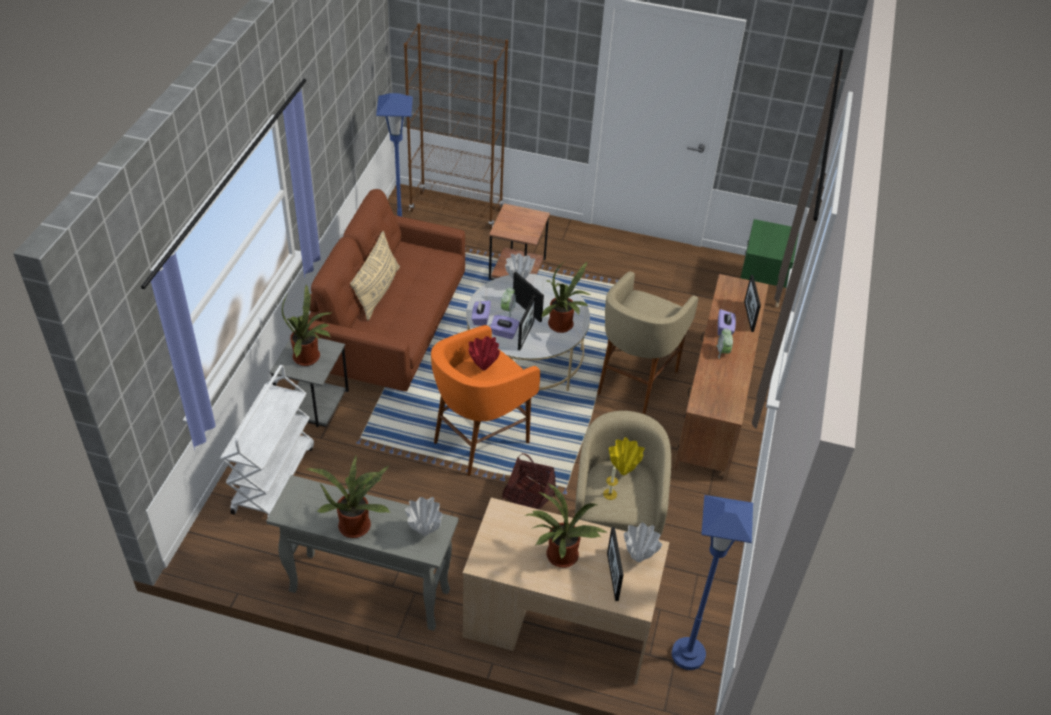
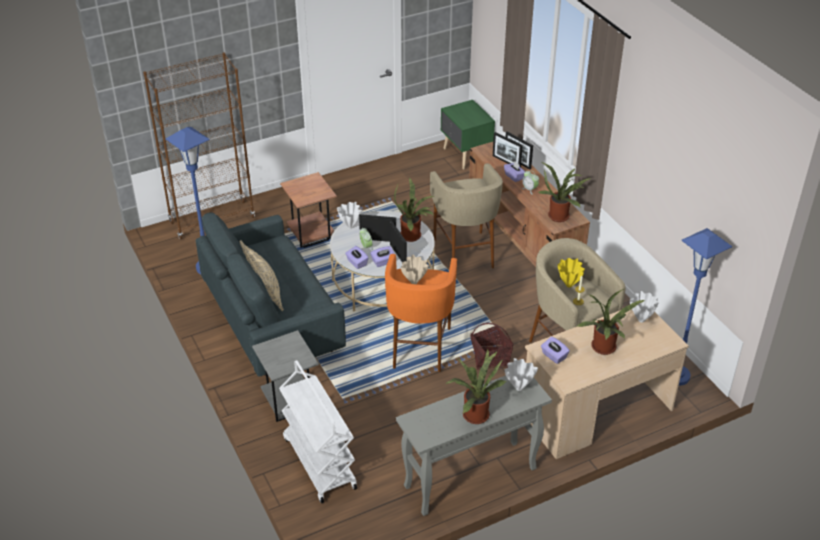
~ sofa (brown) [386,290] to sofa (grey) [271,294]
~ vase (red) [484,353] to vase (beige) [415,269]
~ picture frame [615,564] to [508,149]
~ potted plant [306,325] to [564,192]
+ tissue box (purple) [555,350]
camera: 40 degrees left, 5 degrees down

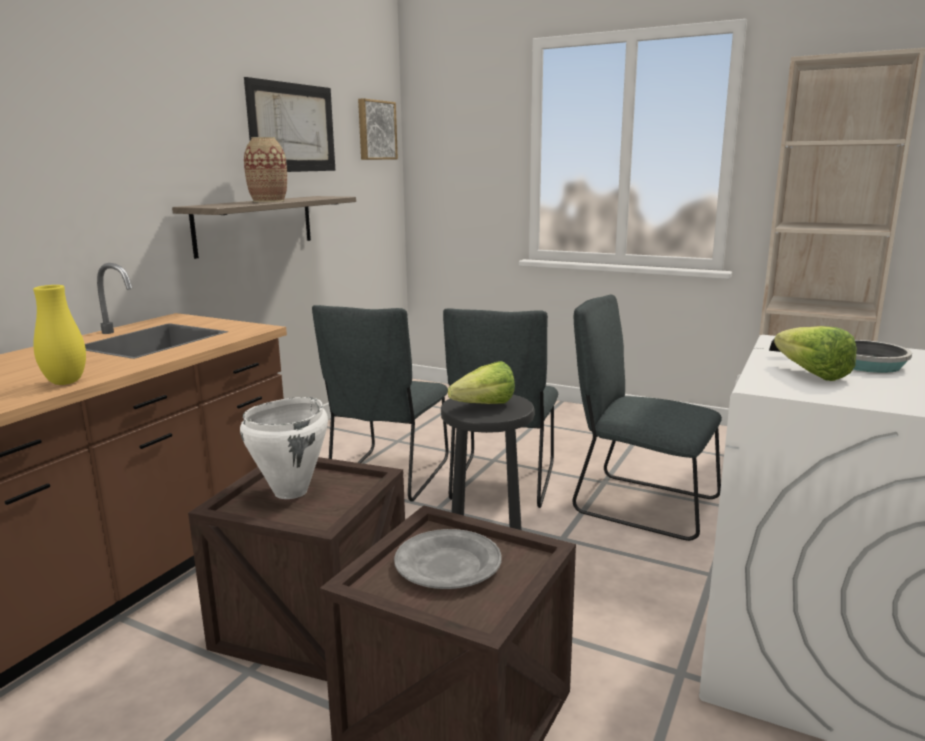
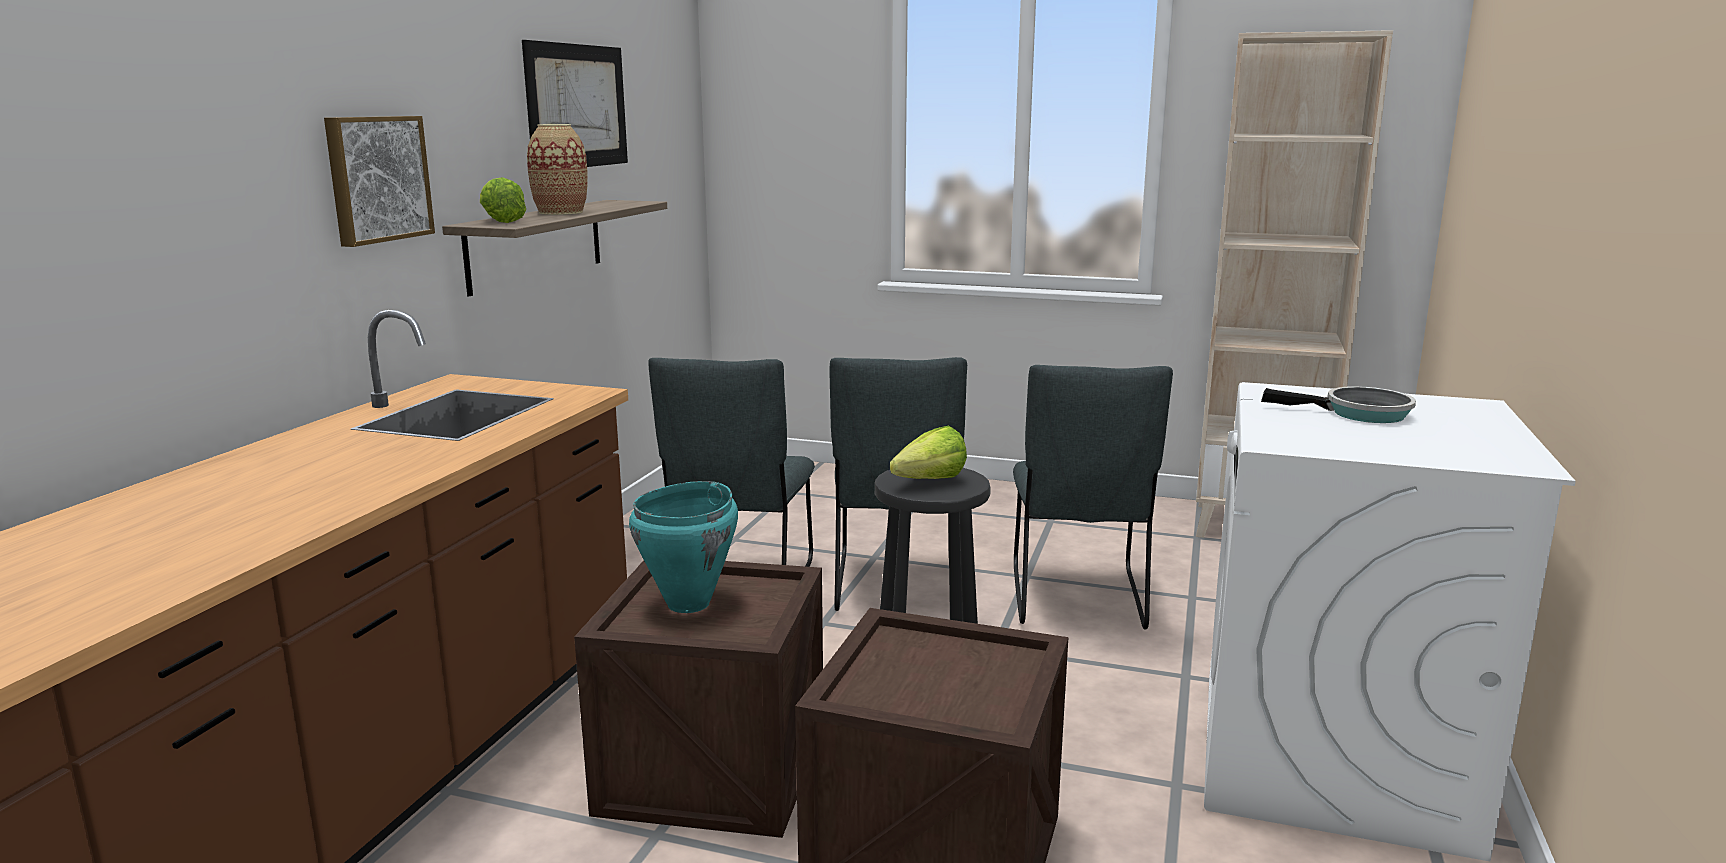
~ picture [378,129] to [379,181]
~ lettuce [815,353] to [503,200]
~ cooking pot (white) [284,448] to cooking pot (turquoise) [683,547]
~ chair (grey) [647,418] = [1093,497] 105 degrees counterclockwise
- vase (yellow) [59,335]
- plate (grey) [448,559]
camera: 10 degrees left, 0 degrees up

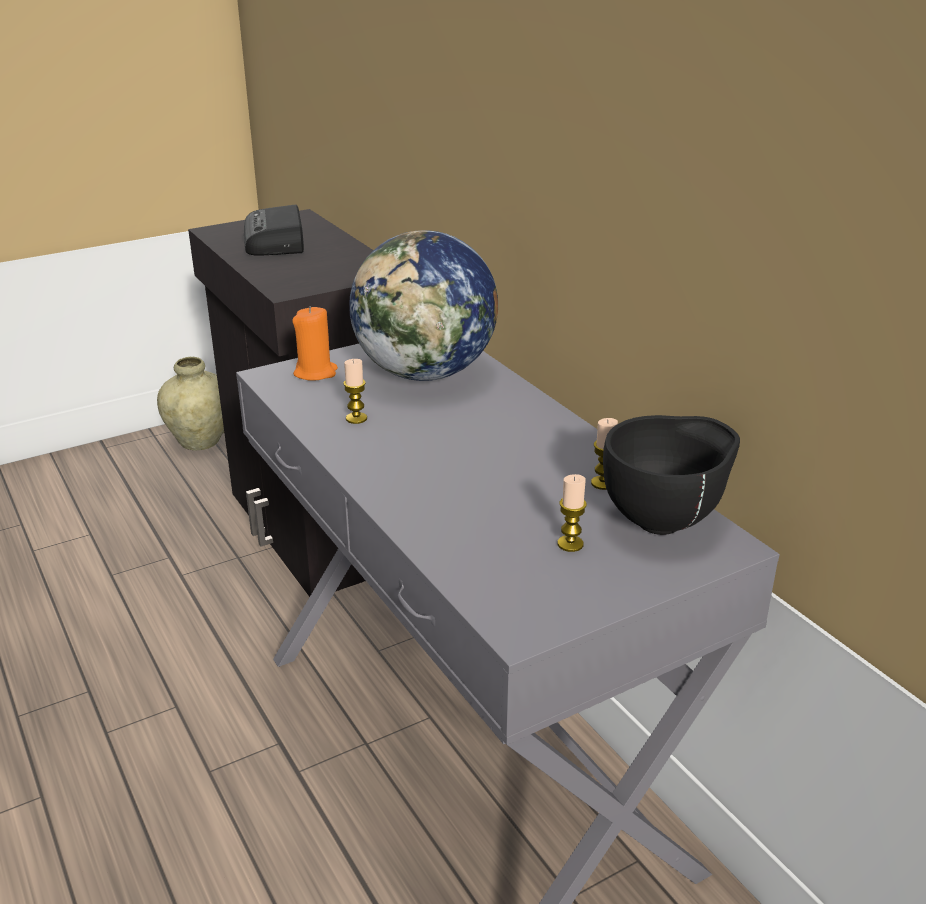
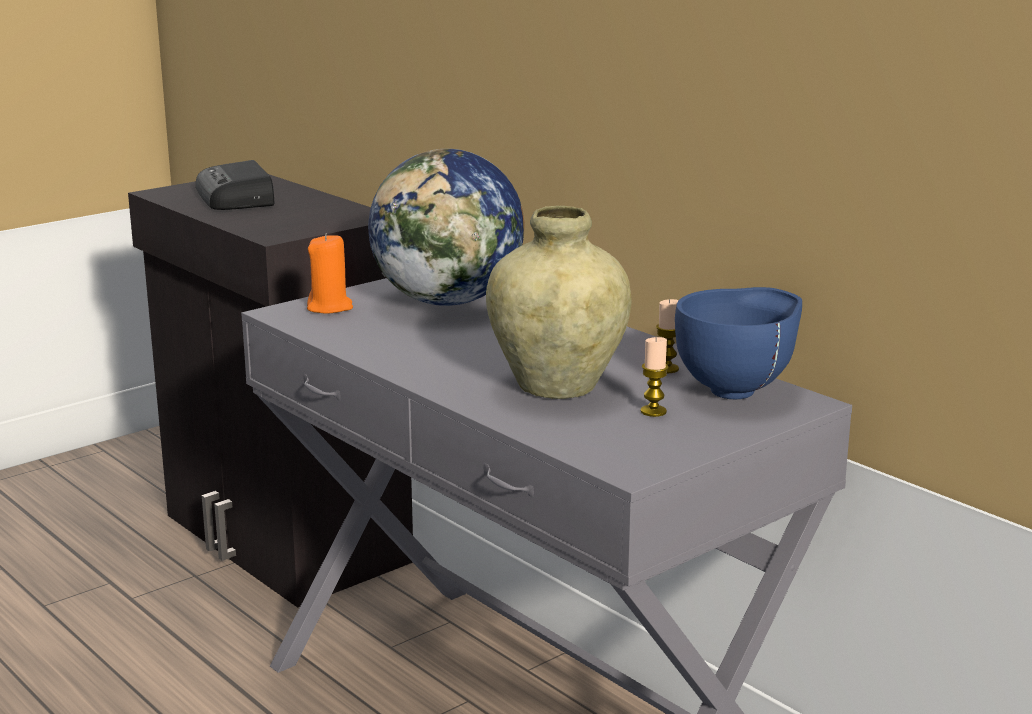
~ vase (beige) [190,404] to [558,302]
~ bowl (black) [671,475] to bowl (blue) [738,343]
- candle [355,391]
camera: 10 degrees left, 10 degrees down

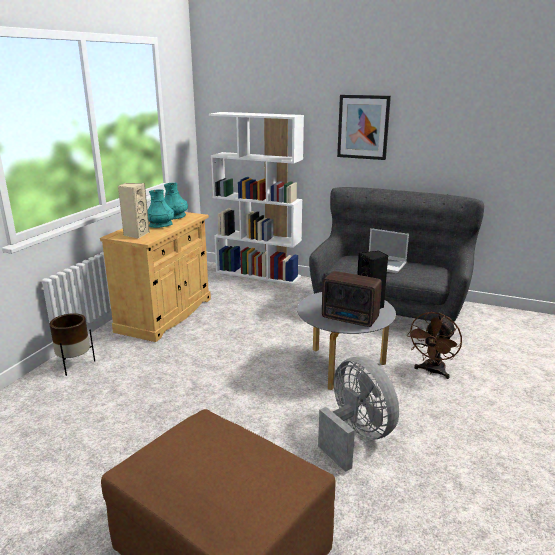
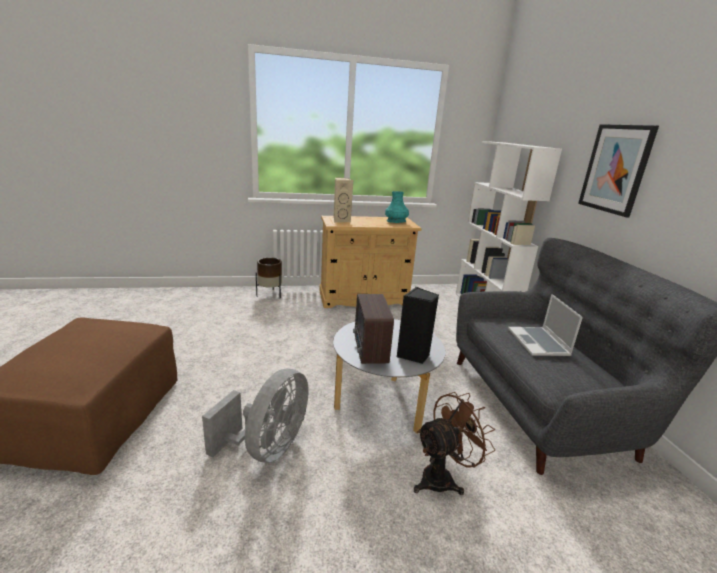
~ fan (brown) [434,345] = [454,443] 150 degrees clockwise
- vase (turquoise) [161,208]
camera: 55 degrees right, 0 degrees up

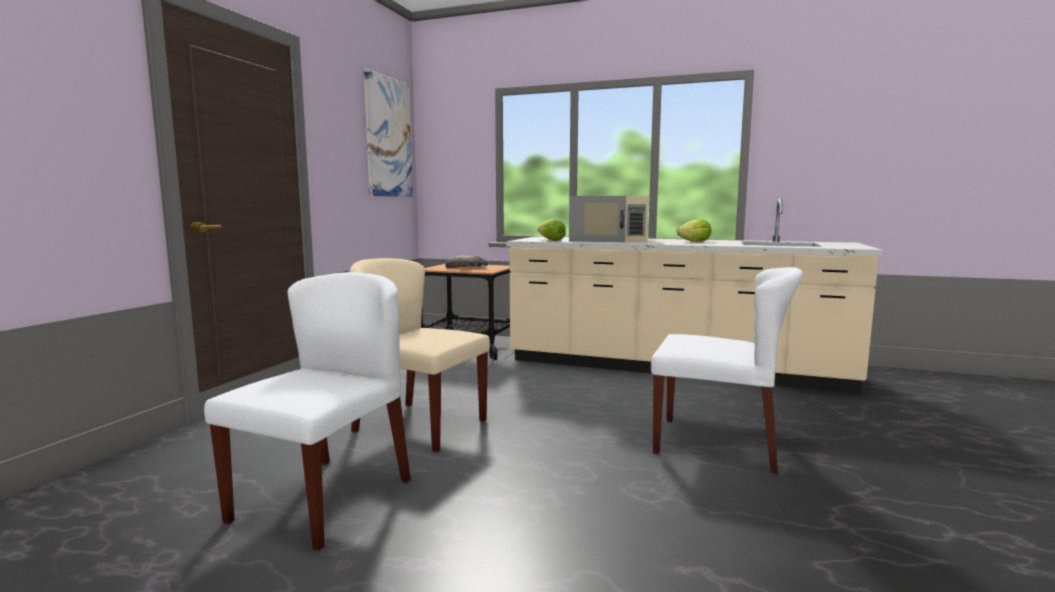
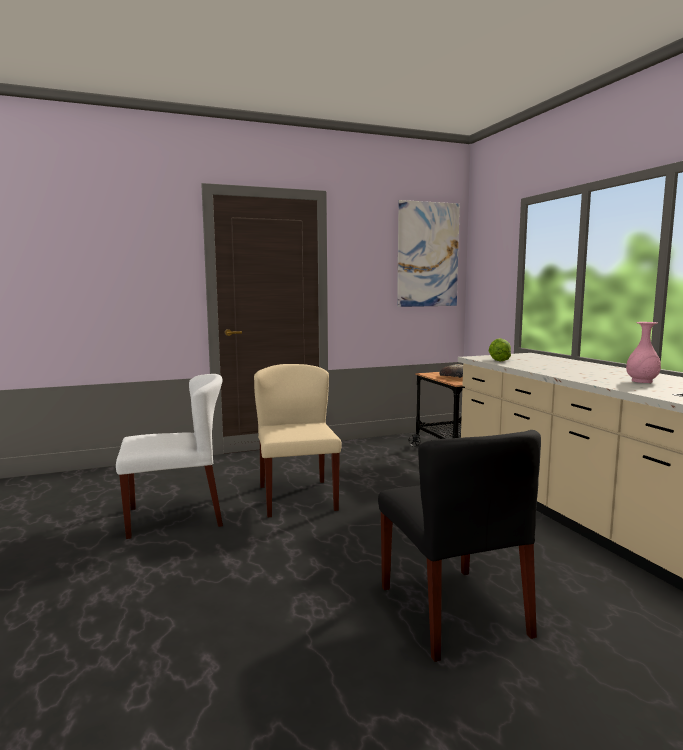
~ chair (white) [727,370] to chair (black) [459,546]
~ lettuce [694,230] to vase (pink) [643,352]
- microwave (beige) [609,219]
camera: 50 degrees right, 0 degrees up

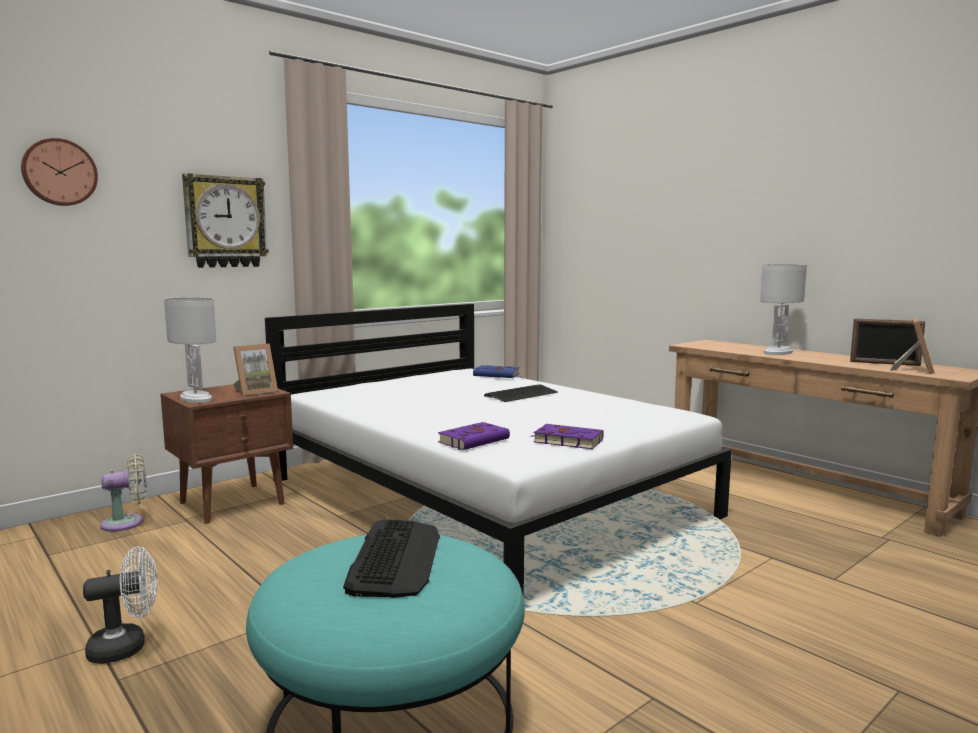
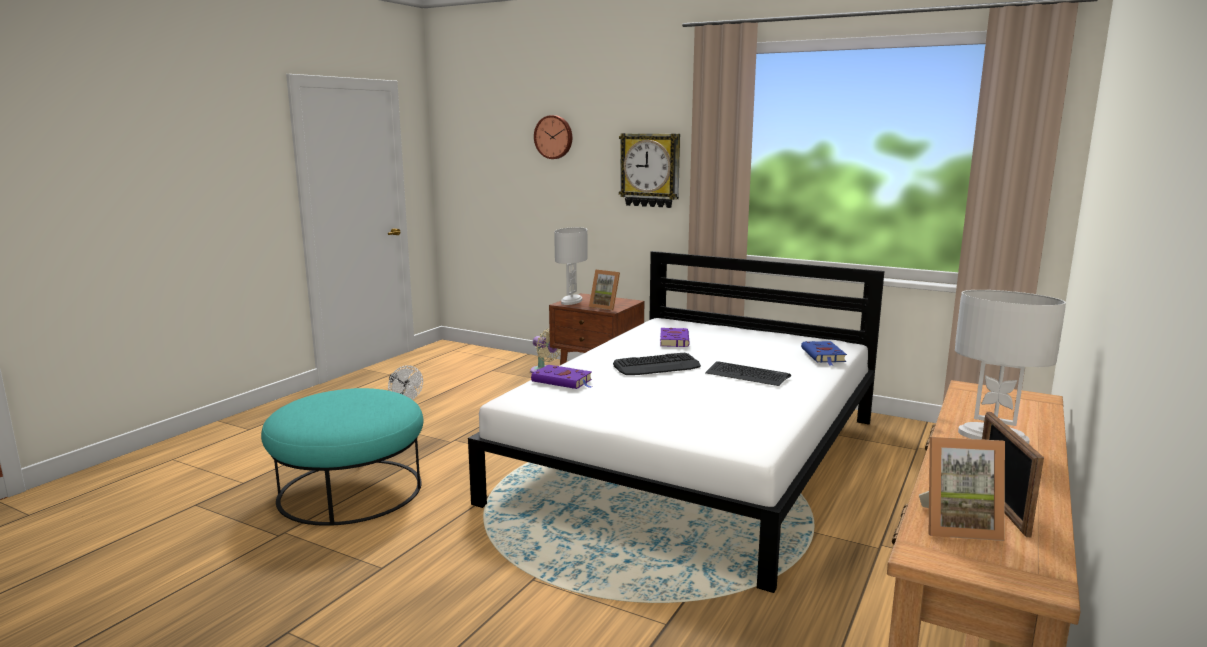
~ keyboard [391,558] to [657,364]
~ book (purple) [567,436] to [675,337]
camera: 70 degrees right, 5 degrees up

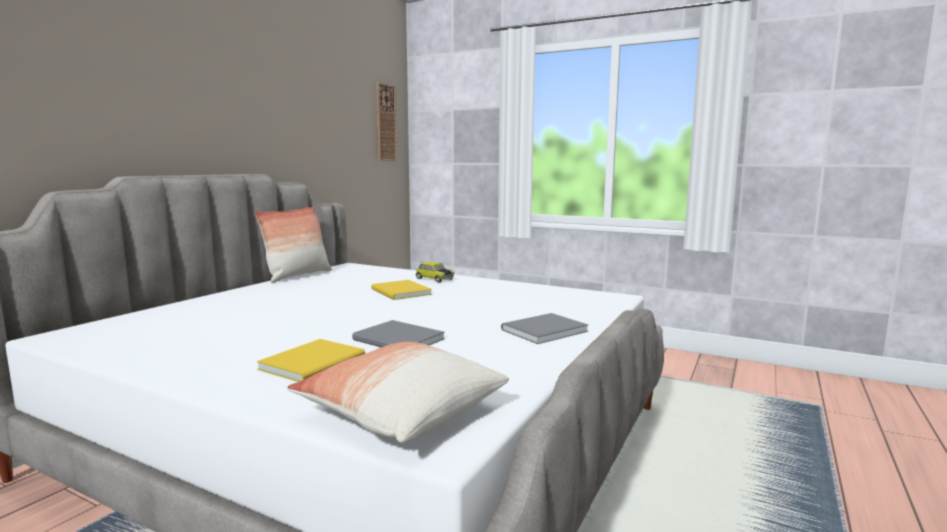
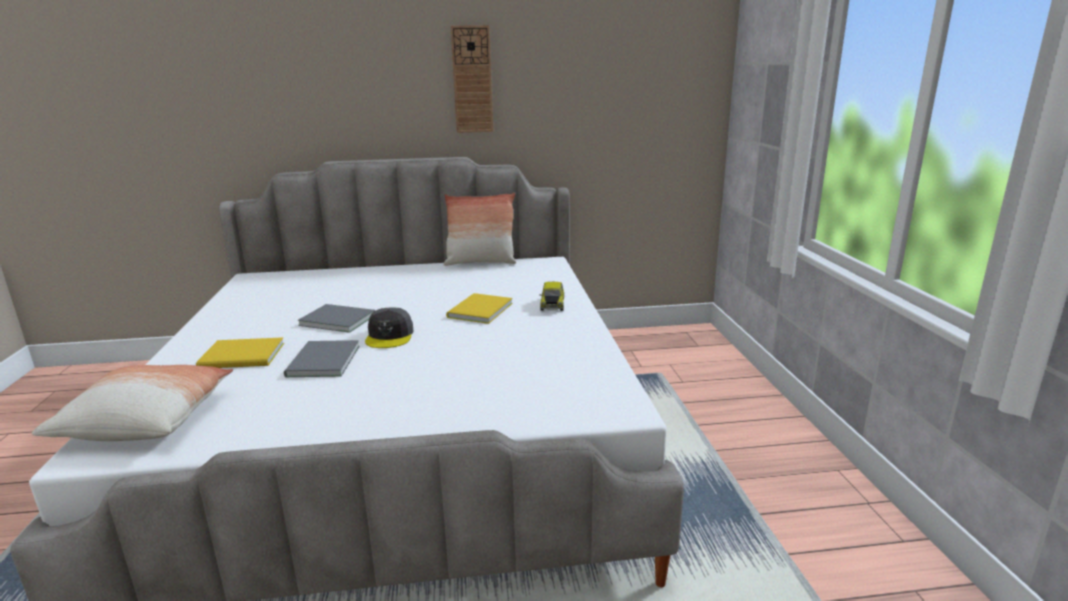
~ book (grey) [544,328] to [337,318]
+ cap (grey) [389,327]
~ wall clock [386,122] to [472,79]
camera: 55 degrees right, 10 degrees up

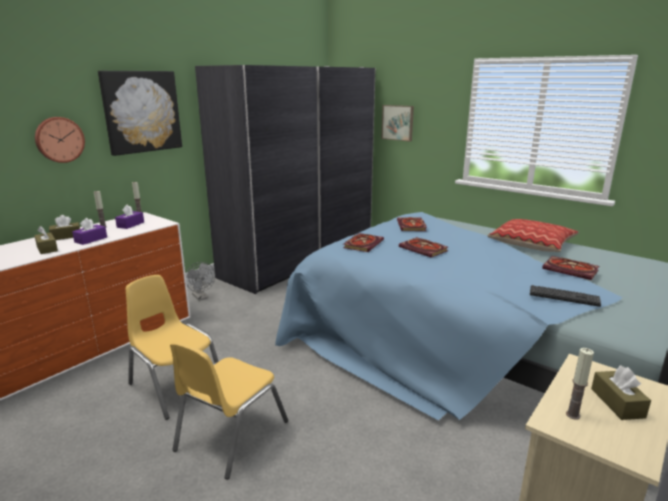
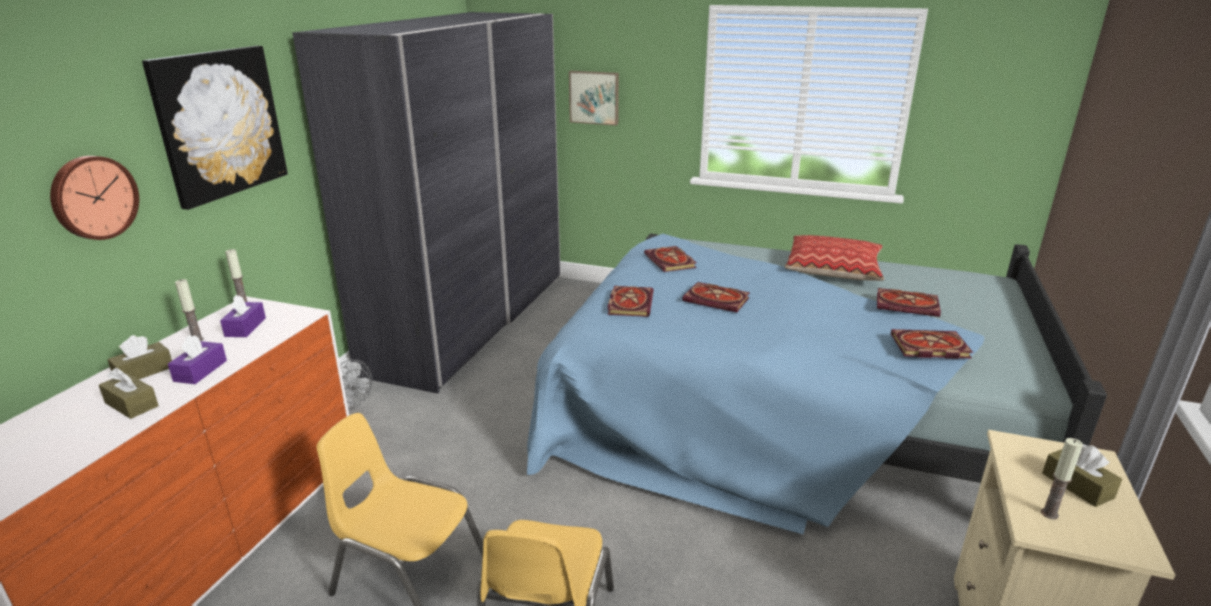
~ keyboard [565,296] to book [932,344]
camera: 20 degrees left, 5 degrees up

